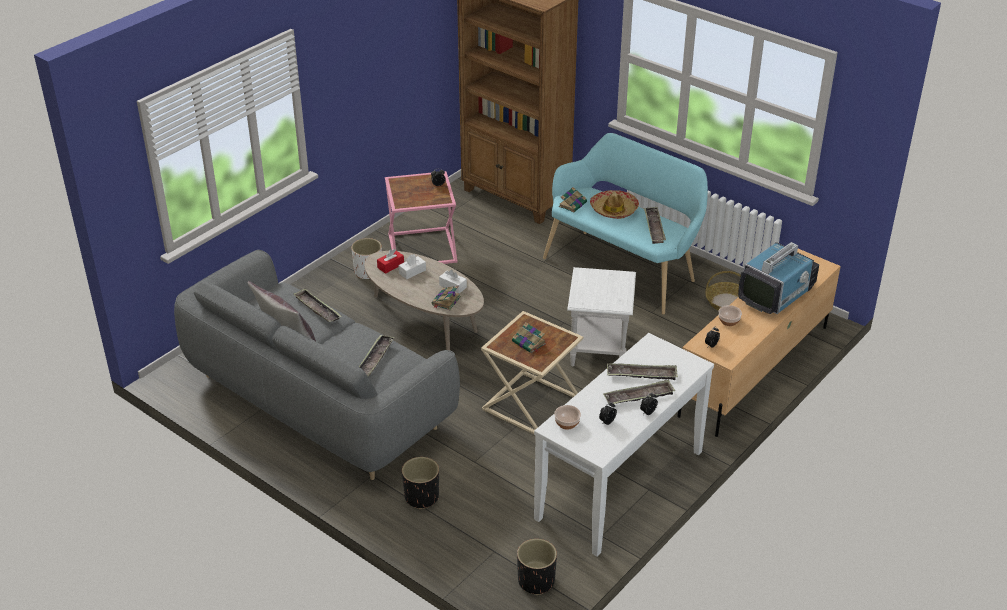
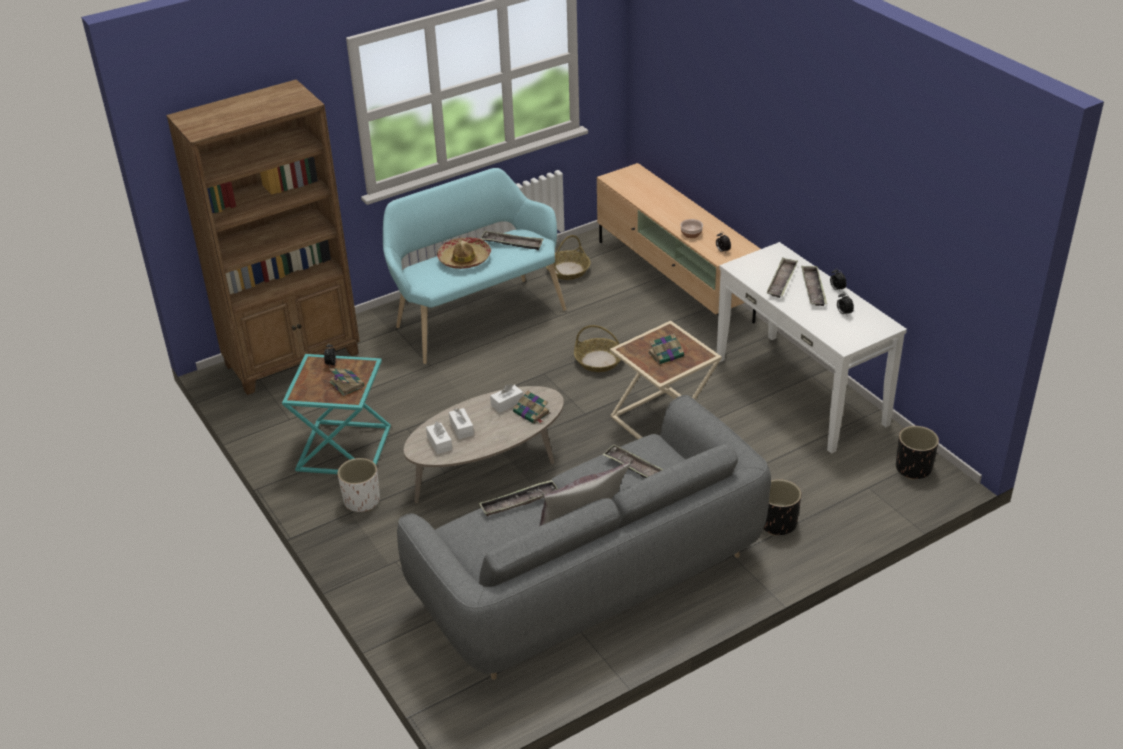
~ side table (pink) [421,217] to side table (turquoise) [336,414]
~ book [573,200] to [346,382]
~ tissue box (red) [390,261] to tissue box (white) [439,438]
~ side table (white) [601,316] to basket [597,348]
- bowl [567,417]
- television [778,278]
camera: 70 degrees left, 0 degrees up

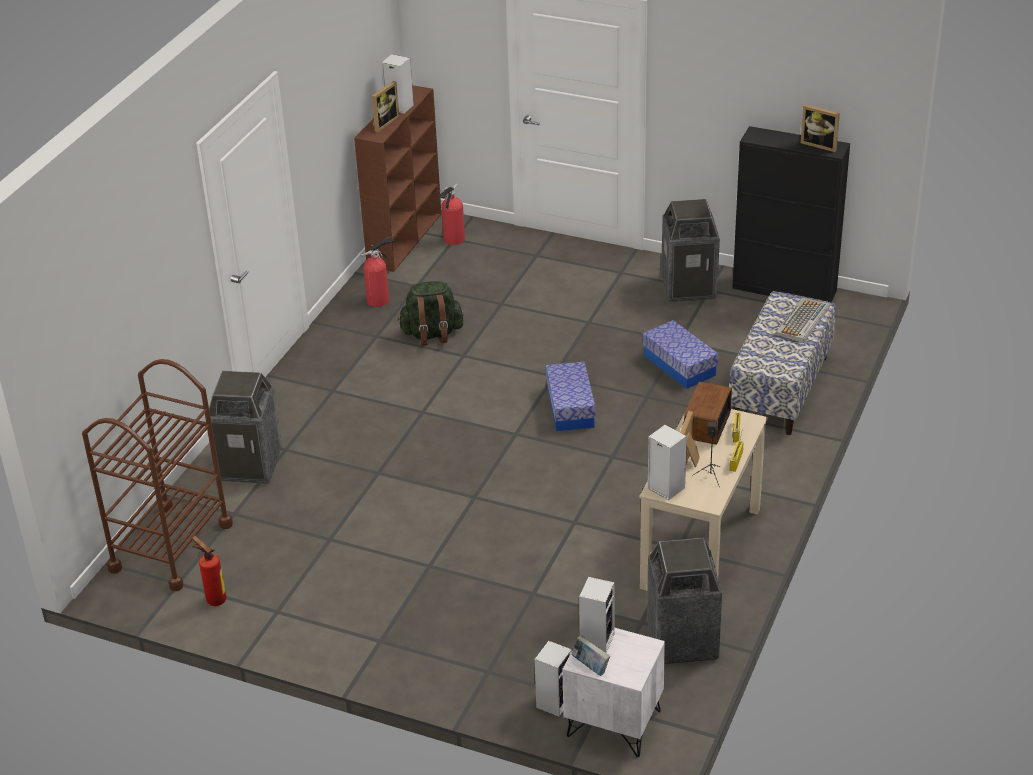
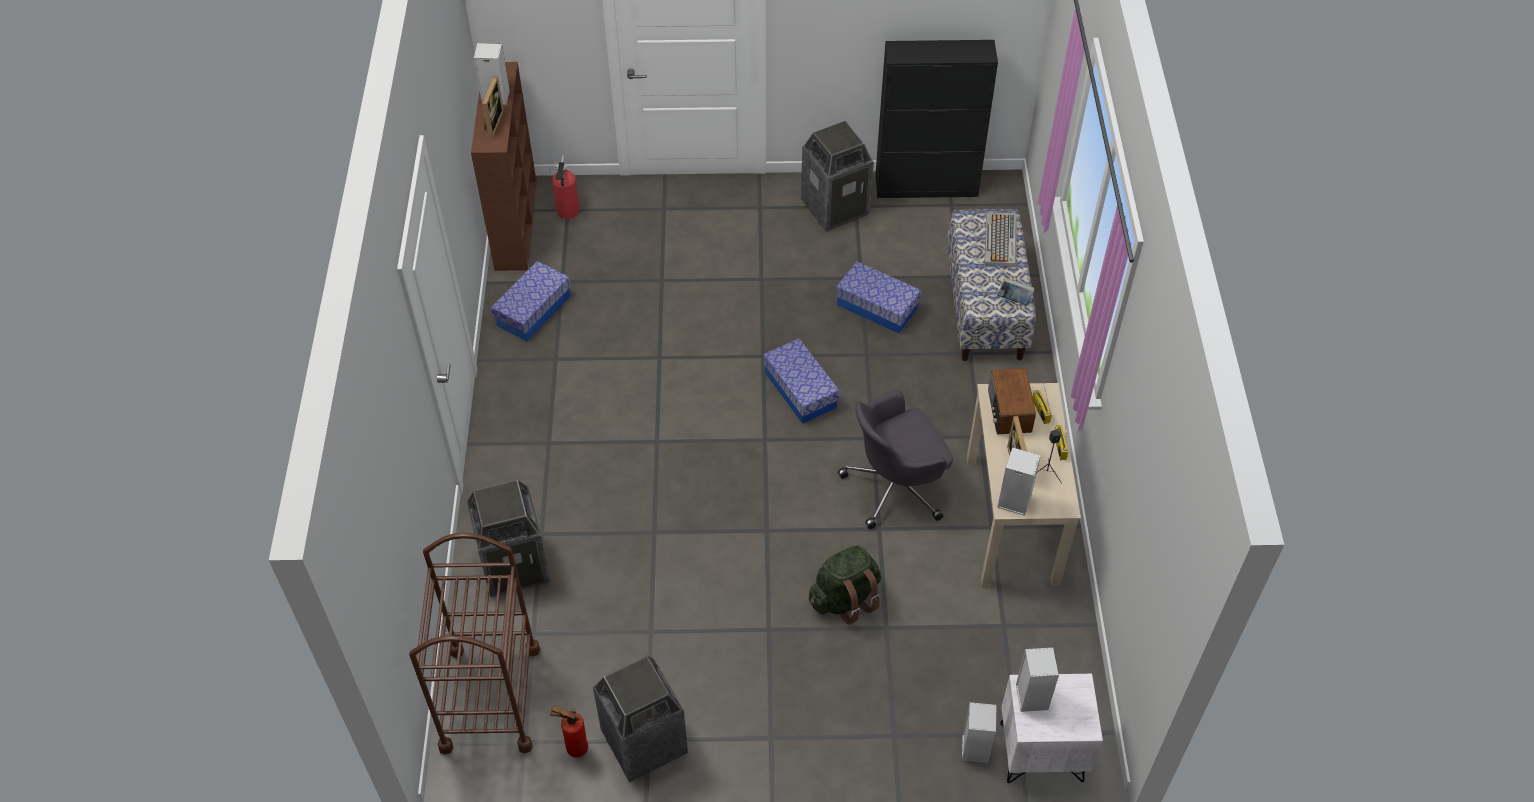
~ fire extinguisher [378,272] to storage box [531,301]
~ trash can [684,601] to [640,719]
~ backpack (green) [430,313] to [845,585]
+ office chair (grey) [895,459]
~ book [590,655] to [1016,292]
- picture frame [820,128]
camera: 25 degrees left, 15 degrees up

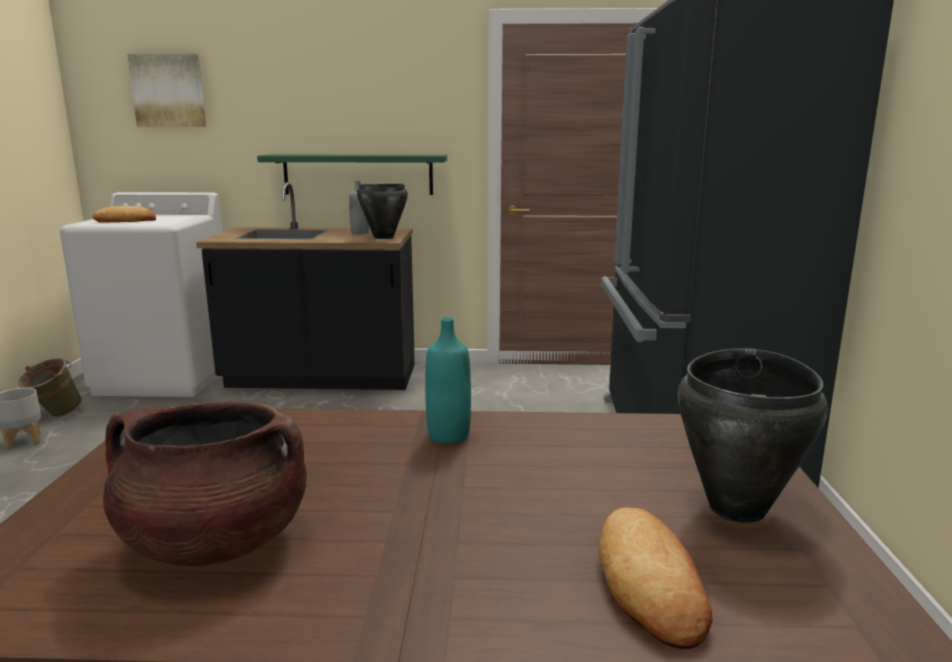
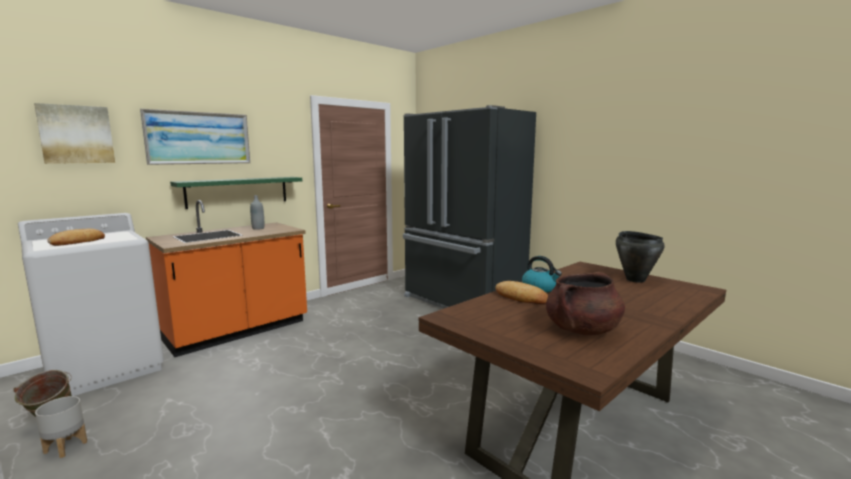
+ picture [195,137]
~ counter (black) [305,286] to counter (orange) [226,278]
~ bread [655,578] to [521,292]
~ bottle (turquoise) [448,380] to kettle [542,274]
- cooking pot (black) [382,211]
camera: 45 degrees left, 5 degrees down

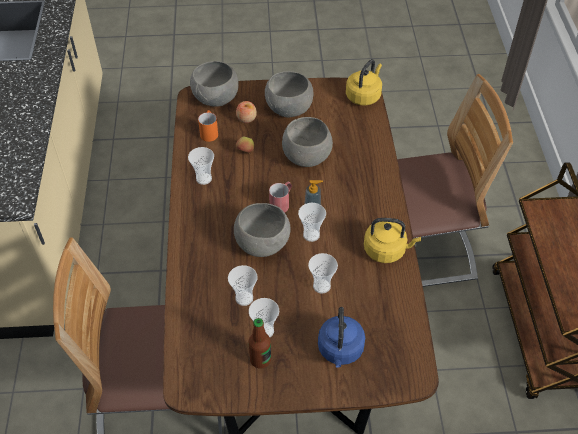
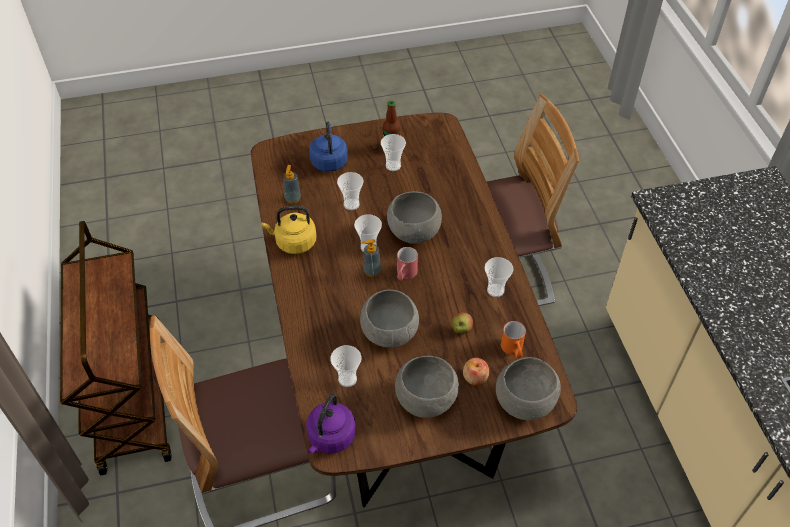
+ soap dispenser [292,184]
~ kettle (yellow) [364,82] to kettle (purple) [331,424]
~ cup [243,285] to [345,366]
camera: 170 degrees right, 0 degrees up

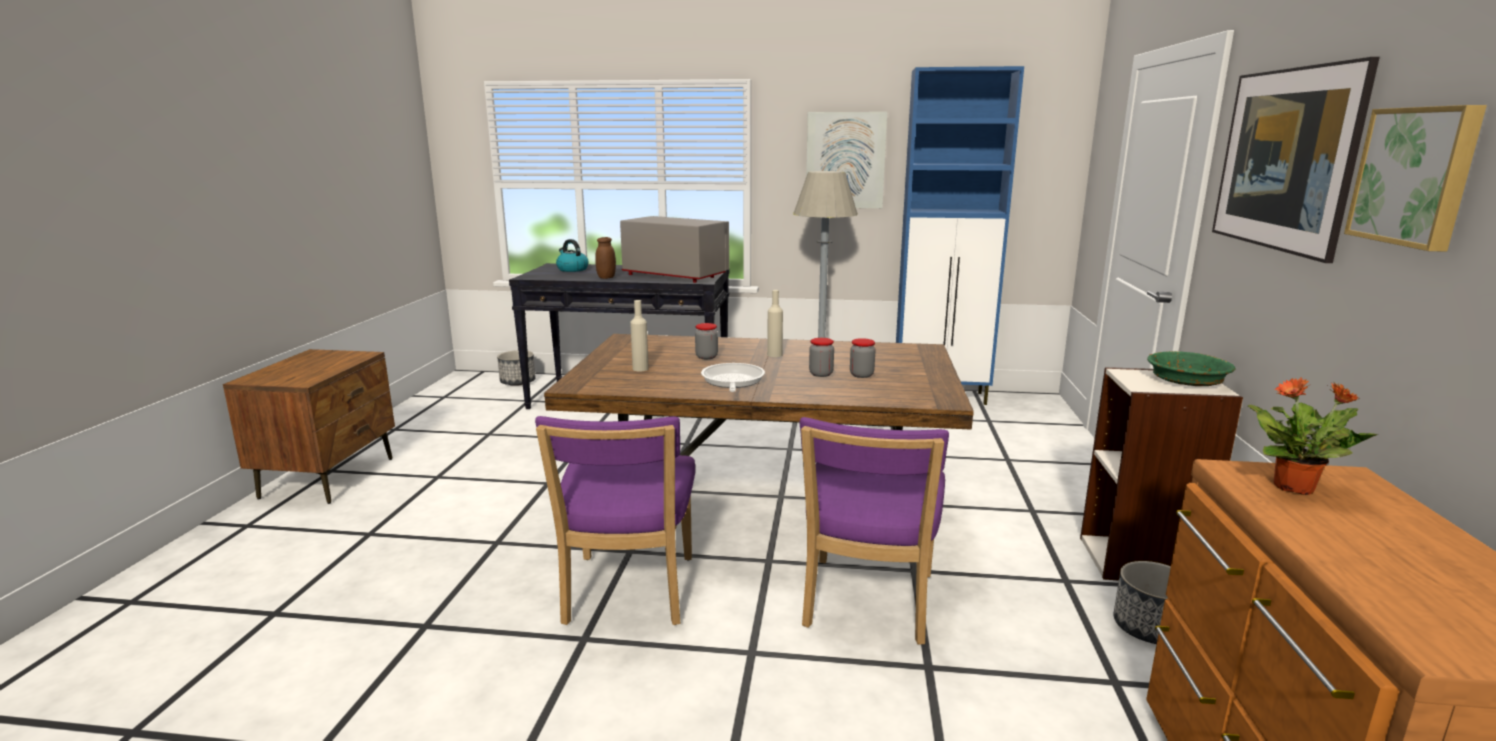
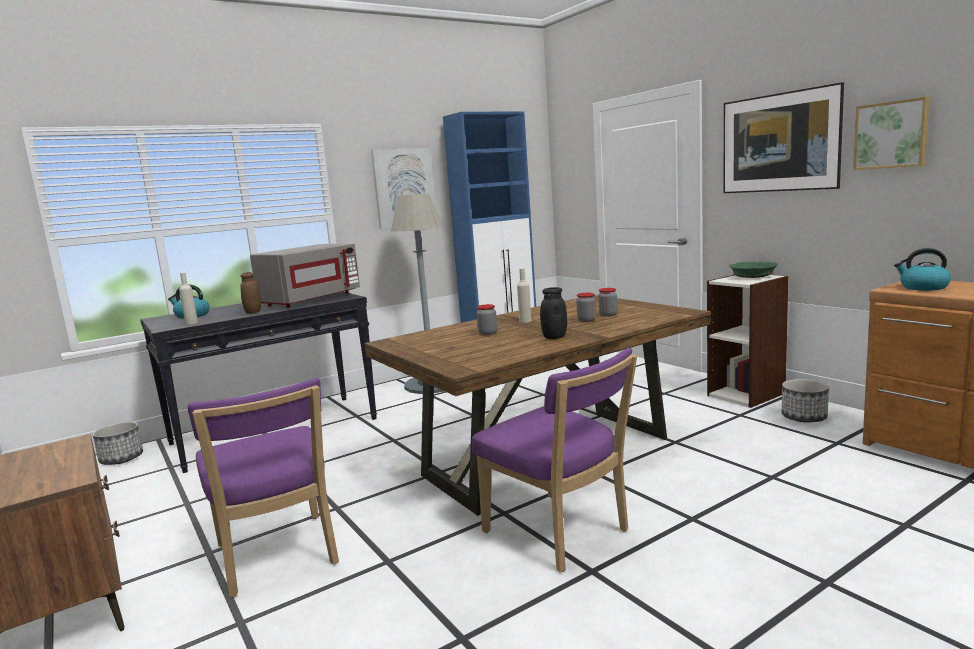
~ bottle (beige) [639,336] to [188,299]
~ chair (purple) [874,531] to [263,488]
~ microwave (grey) [674,249] = [305,275] 135 degrees clockwise
~ frying pan [733,377] to jar (black) [553,313]
~ potted plant [1313,436] to kettle [922,269]
camera: 40 degrees left, 5 degrees down

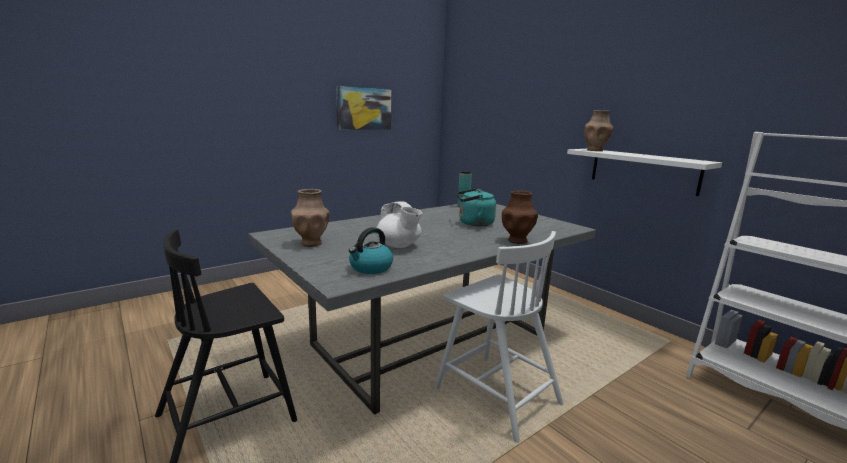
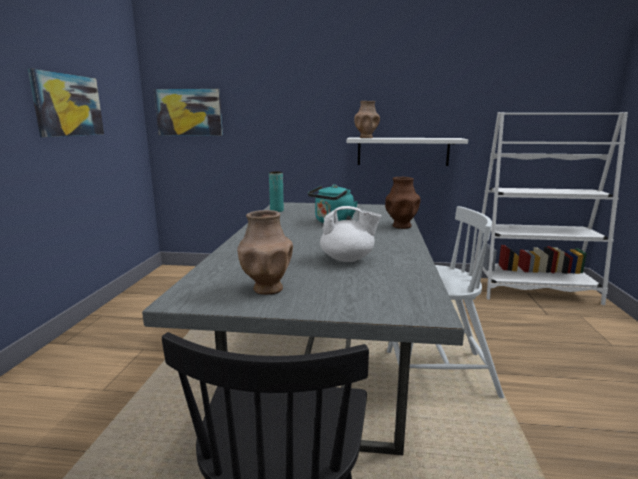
+ picture [188,112]
- kettle [371,250]
camera: 45 degrees left, 0 degrees up

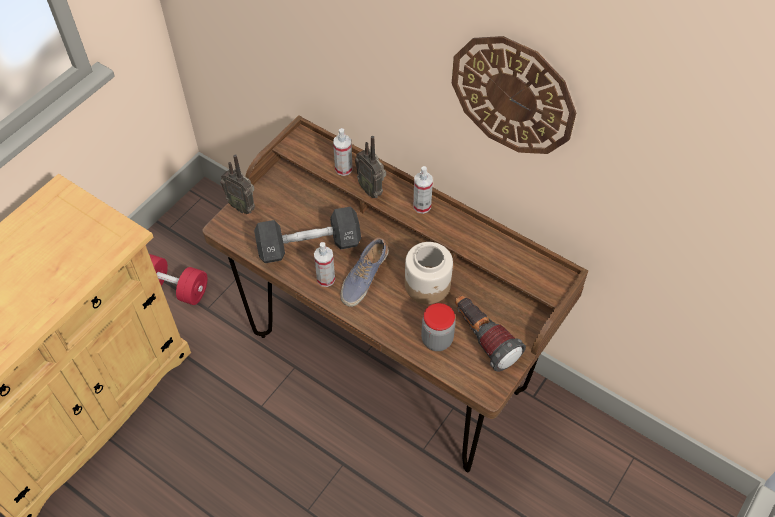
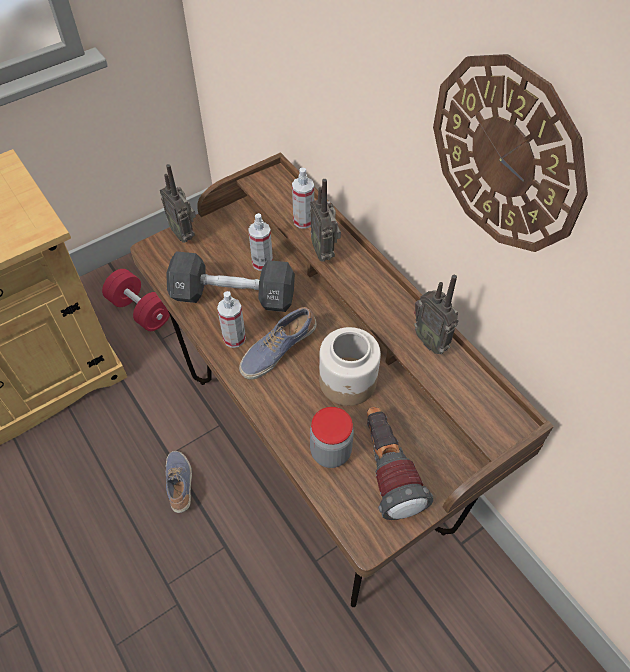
+ shoe [179,482]
~ spray bottle [423,190] to [260,242]
+ radio [436,314]
camera: 20 degrees right, 0 degrees up

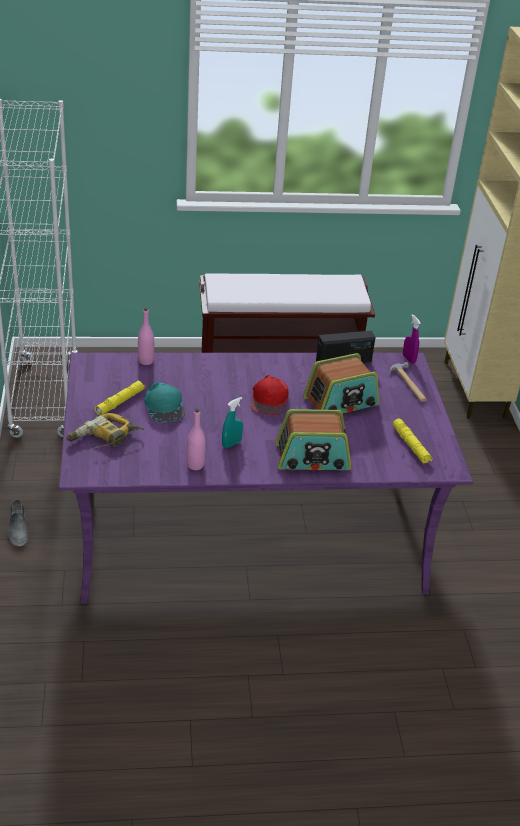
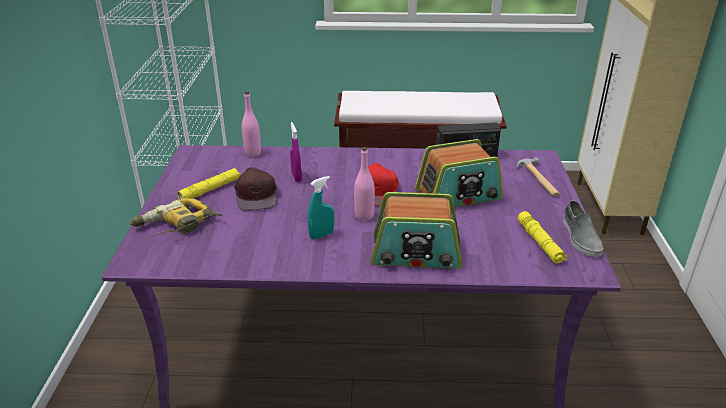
~ cap (turquoise) [164,402] to cap (brown) [255,188]
~ spray bottle (purple) [412,339] to [296,152]
~ bottle (pink) [196,439] to [364,184]
~ shoe (grey) [18,522] to [583,229]
camera: 10 degrees right, 5 degrees down

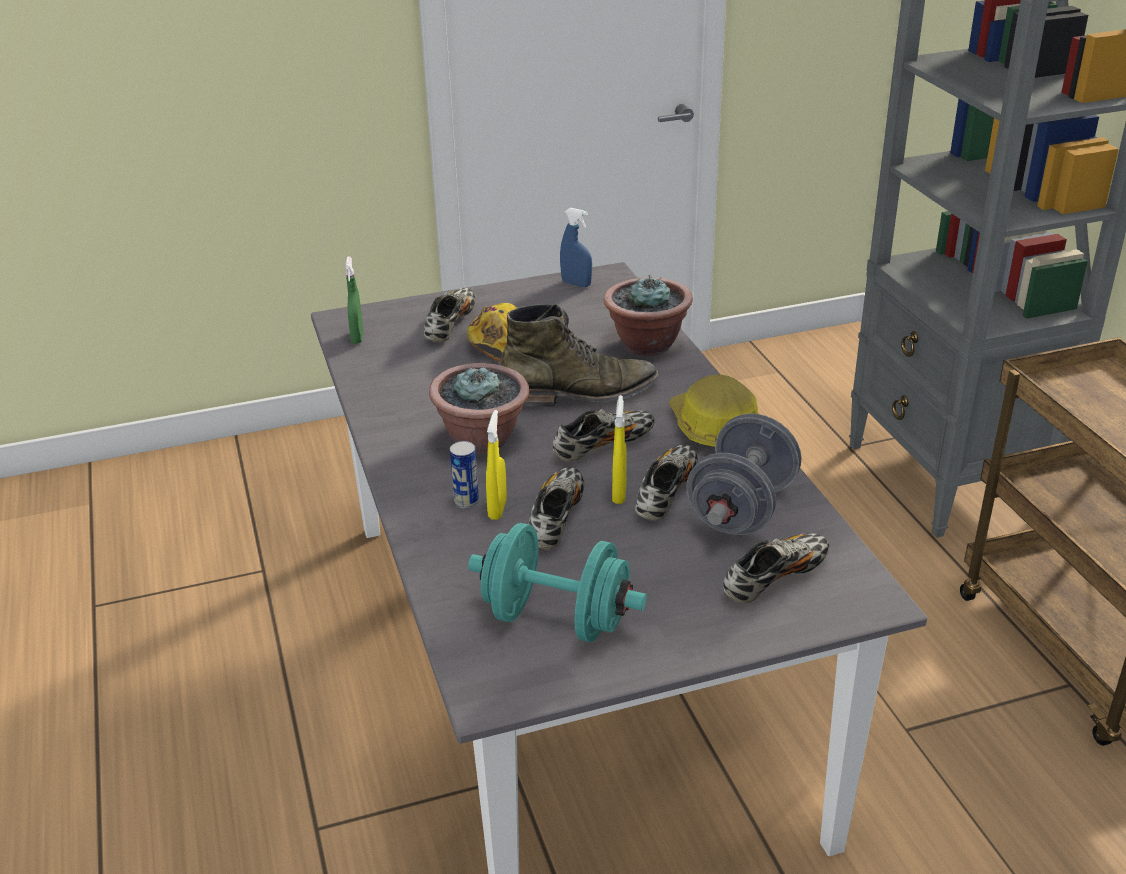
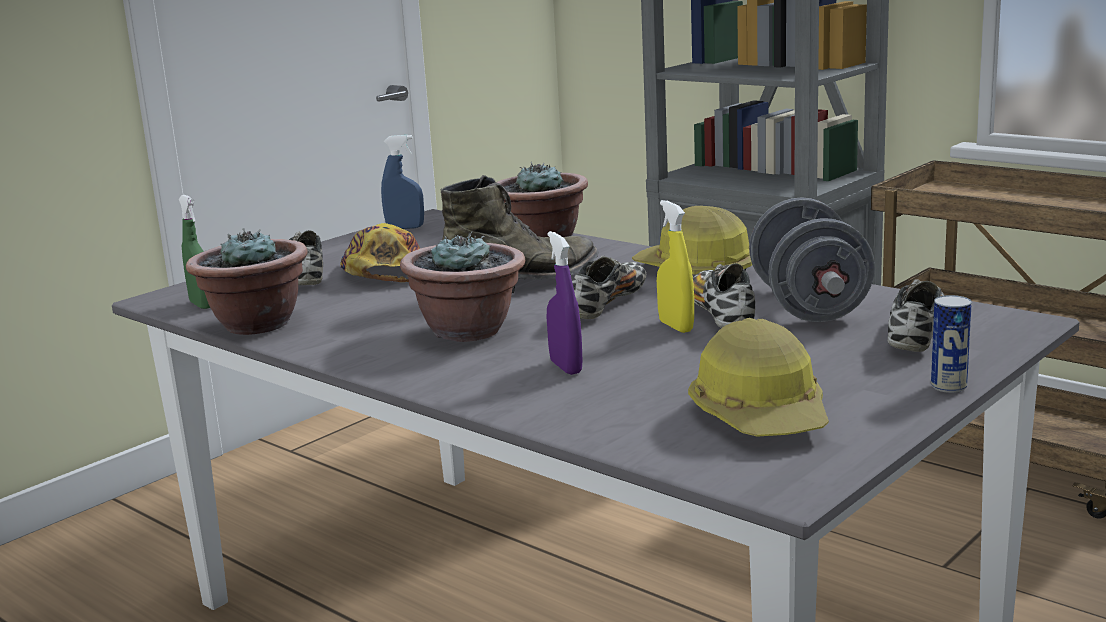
+ potted plant [247,281]
~ spray bottle (yellow) [496,465] to spray bottle (purple) [564,303]
~ dumbbell (turquoise) [557,582] to hard hat [758,377]
~ can [464,474] to [951,344]
- shoe [556,508]
camera: 30 degrees left, 15 degrees down

